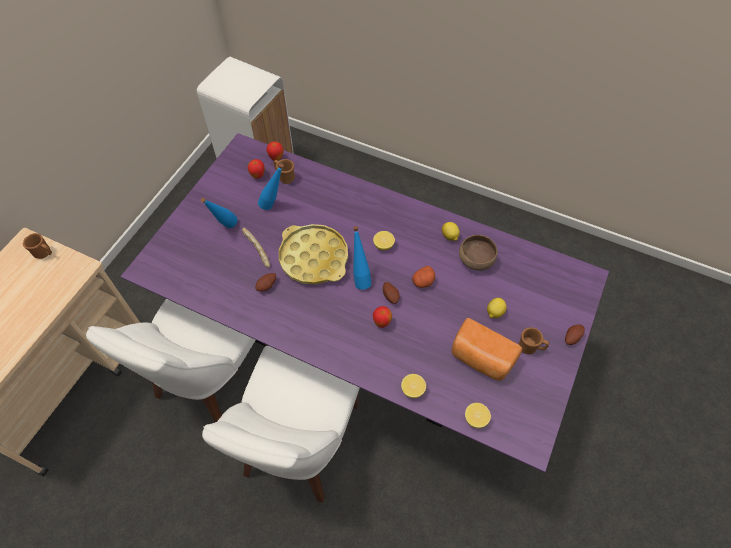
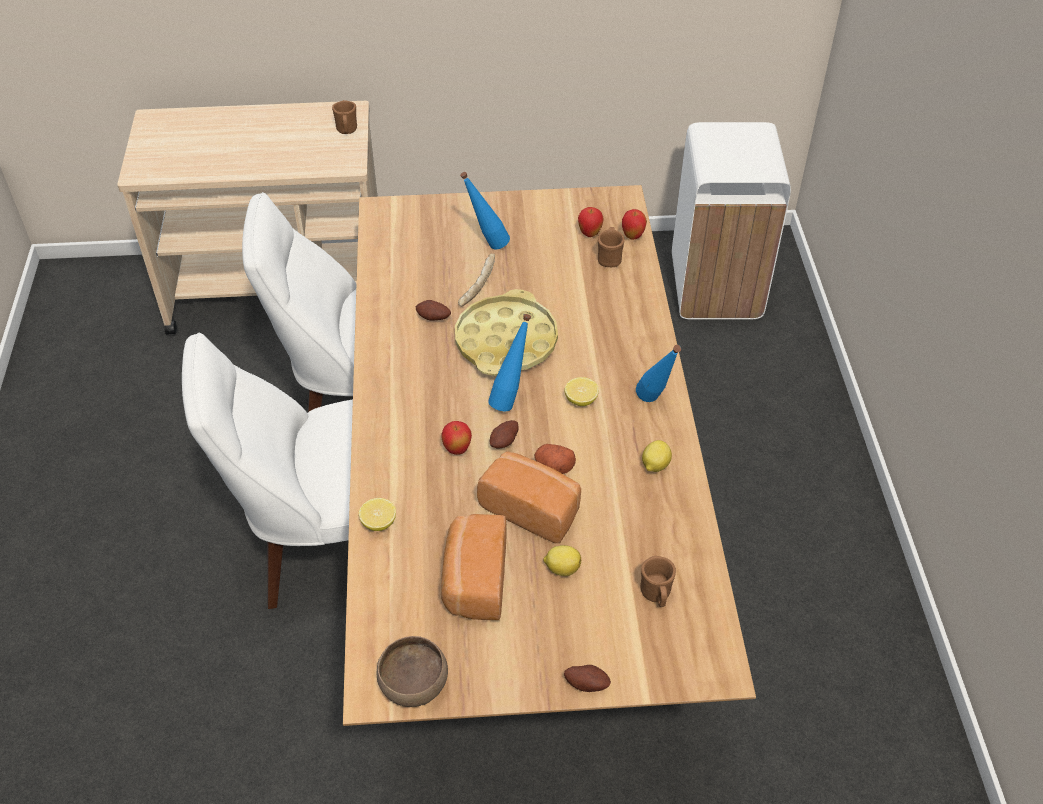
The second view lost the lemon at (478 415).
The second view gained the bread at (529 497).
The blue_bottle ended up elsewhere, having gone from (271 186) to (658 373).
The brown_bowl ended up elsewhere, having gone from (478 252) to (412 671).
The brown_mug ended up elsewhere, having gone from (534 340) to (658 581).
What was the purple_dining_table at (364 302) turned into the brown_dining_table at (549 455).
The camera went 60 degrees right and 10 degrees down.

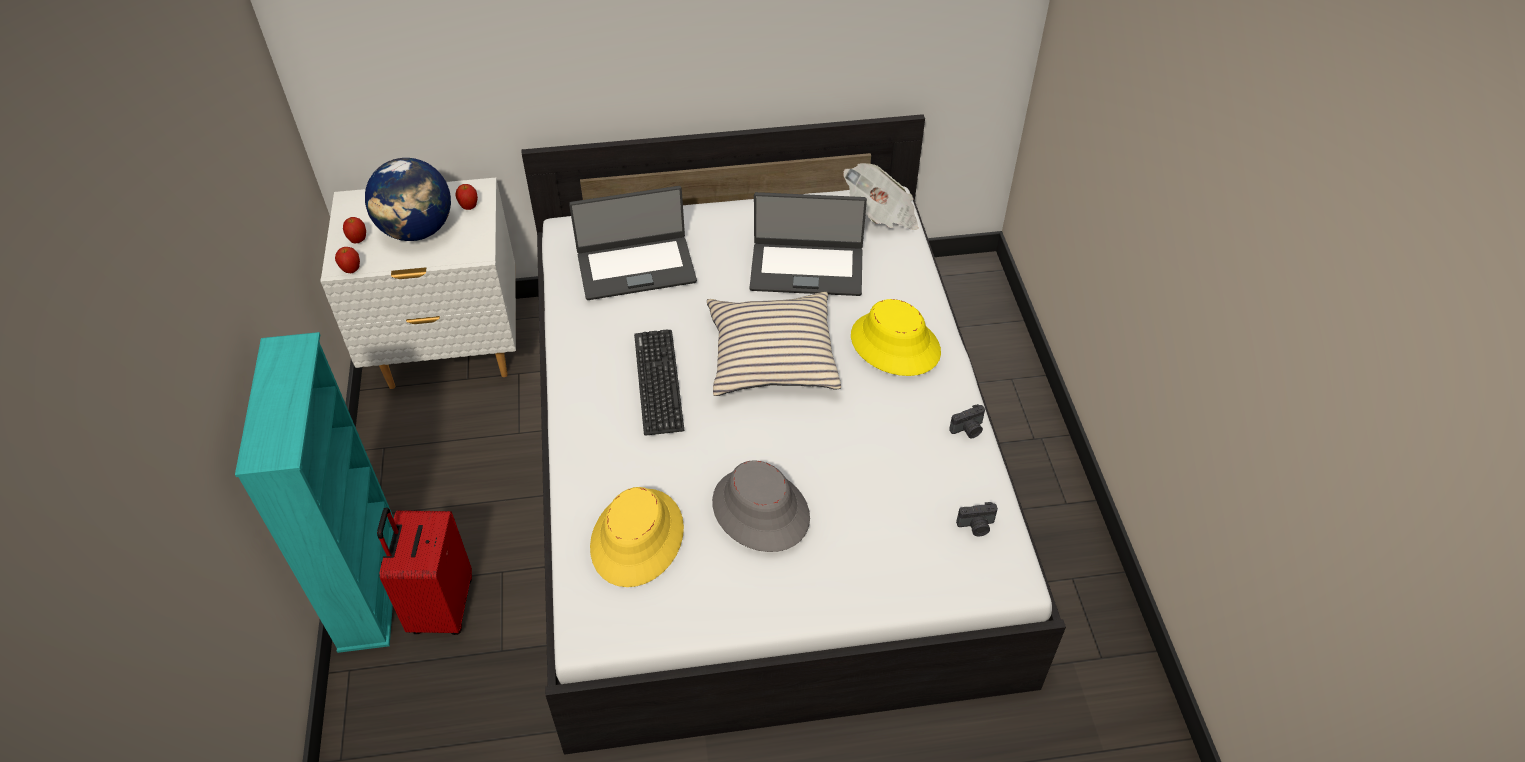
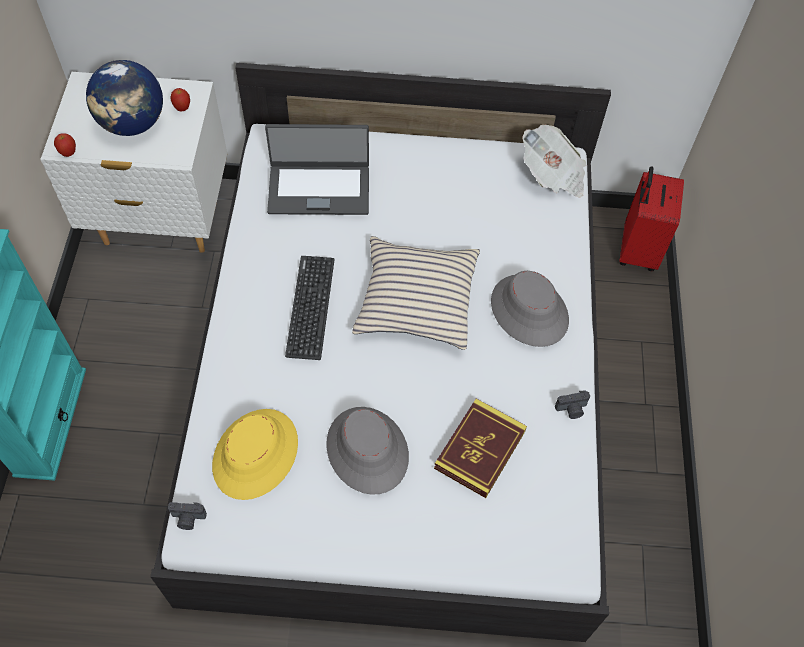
The second view lost the apple at (354 230).
The second view lost the laptop at (808 244).
The second view gained the book at (480 448).
The red_suitcase ended up elsewhere, having gone from (424 571) to (651 218).
The photo_camera ended up elsewhere, having gone from (977 519) to (187 516).
What was the yellow_hat at (896 337) turned into the grey_hat at (530 309).
The camera went 10 degrees right and 10 degrees up.

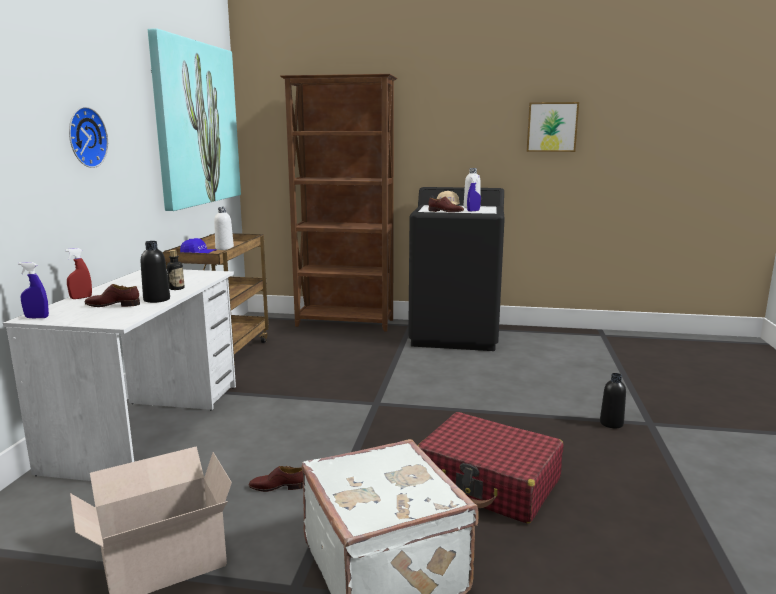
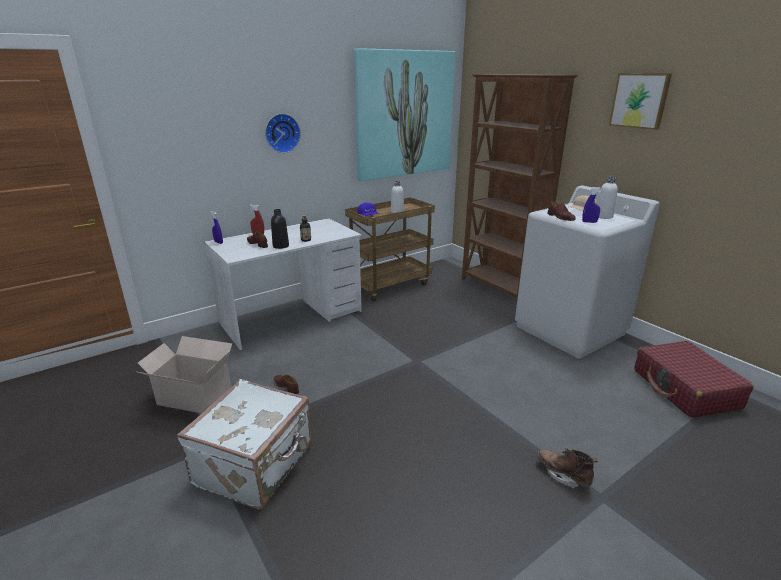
The red_suitcase ended up elsewhere, having gone from (490 468) to (694 379).
The picture ended up elsewhere, having gone from (552 127) to (640 101).
Where the black_bottle stood at (613 400), the brown_boot came to stand at (567 468).
What was the black_washing_machine at (456 269) turned into the white_washing_machine at (587 272).
The camera went 45 degrees right and 10 degrees up.

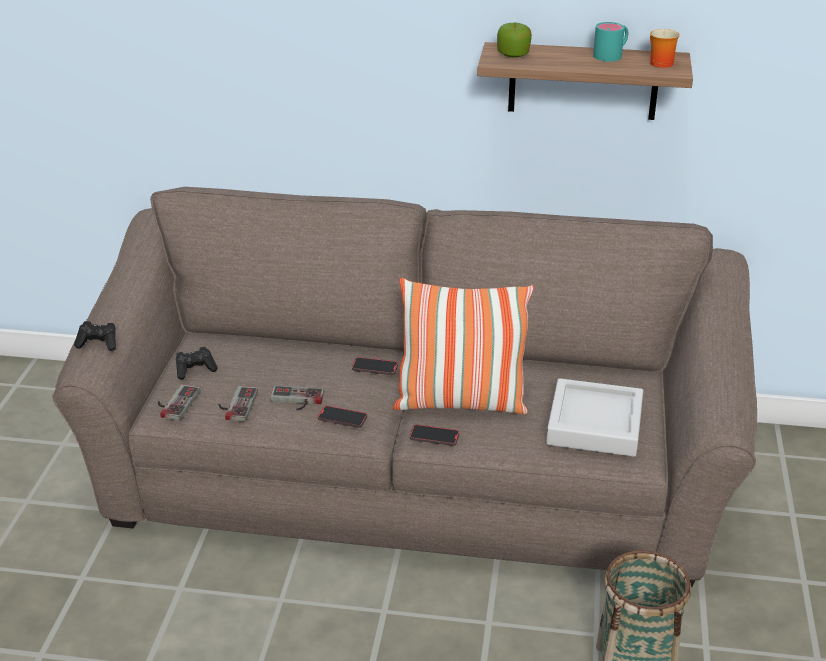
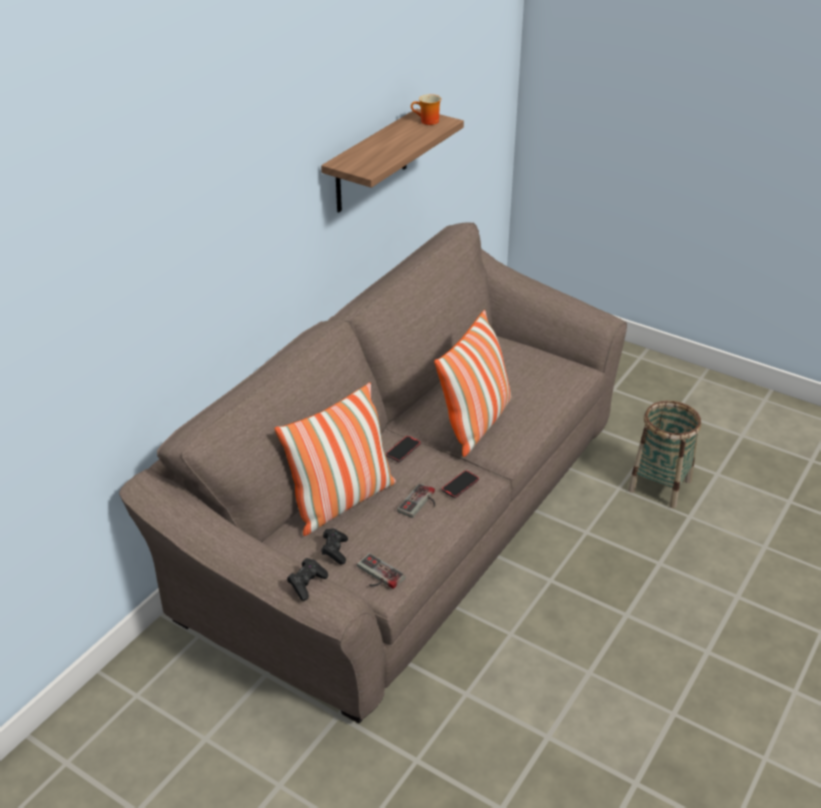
The second view lost the game_controller at (238 404).
The second view lost the phone at (434 435).
The second view lost the apple at (514 40).
The second view lost the grey_tray at (594 417).
The second view lost the turquoise_mug at (610 42).
The second view gained the pillow at (335 459).
The camera went 65 degrees left and 5 degrees up.

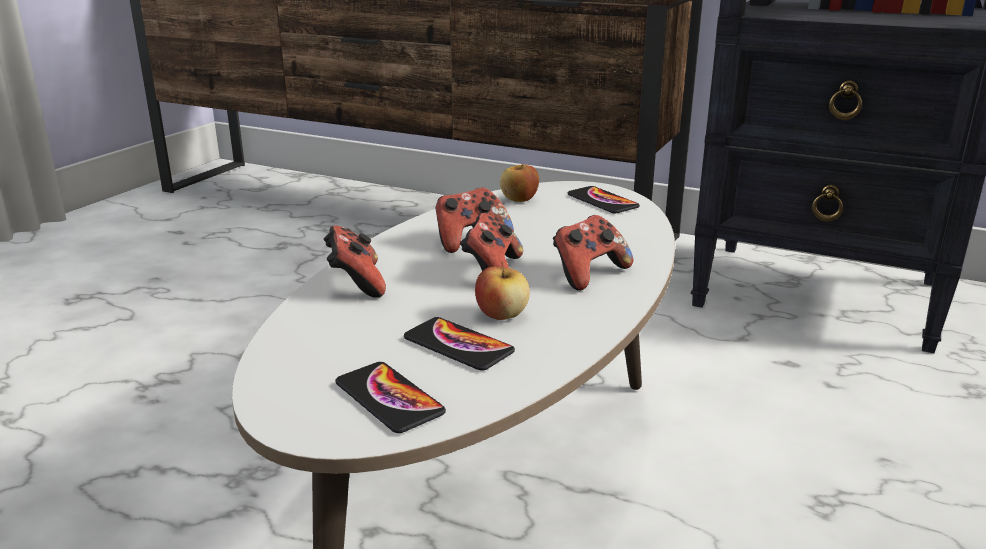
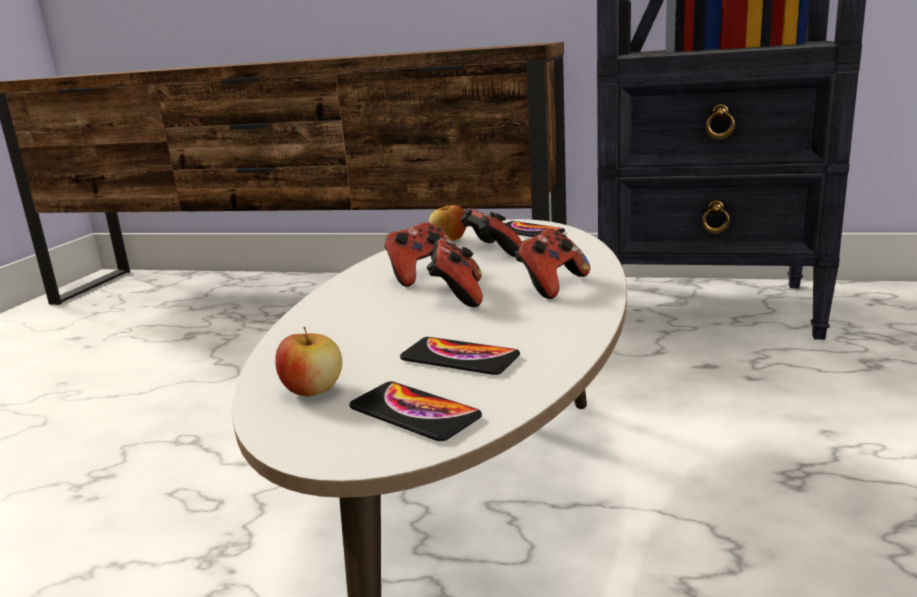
The game_controller ended up elsewhere, having gone from (355 261) to (491 232).
The apple ended up elsewhere, having gone from (502 291) to (308 361).
The camera went 10 degrees left and 5 degrees down.

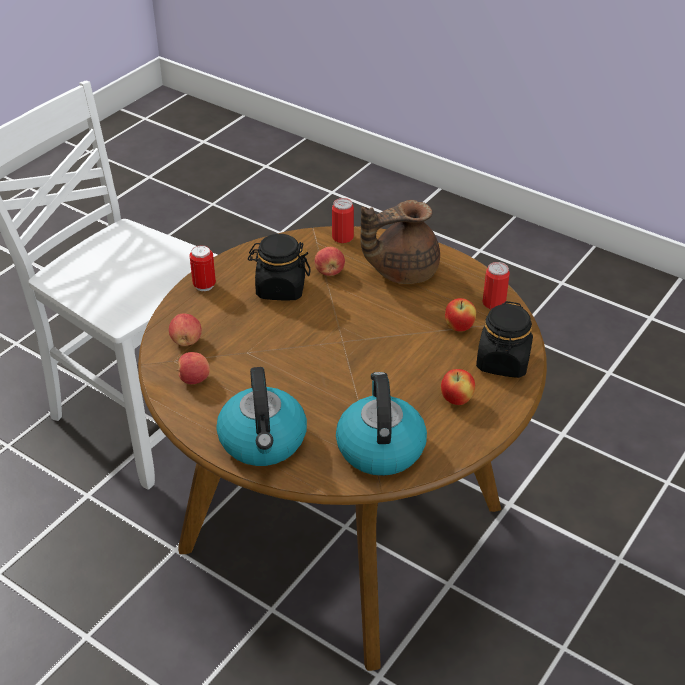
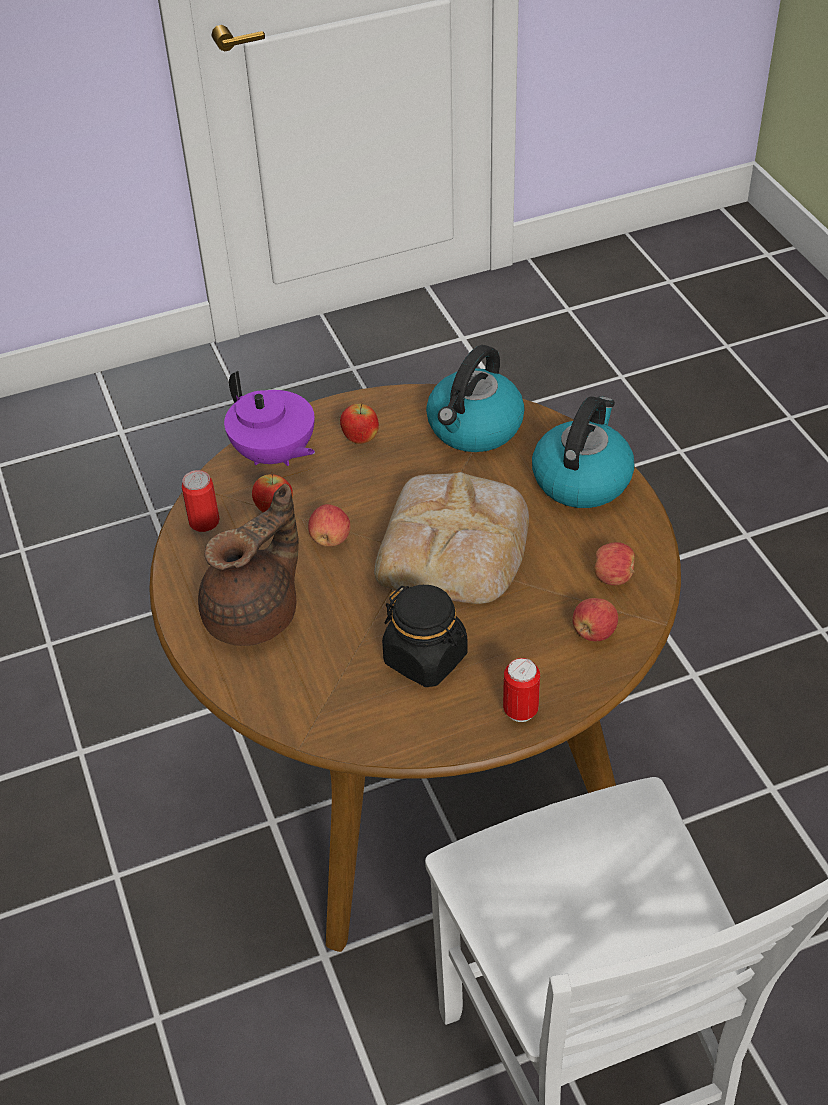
The second view lost the can at (343 220).
The second view gained the bread at (451 538).
The apple ended up elsewhere, having gone from (330 261) to (329 525).
Where the black_jar stood at (504 339), the purple_teapot came to stand at (269 418).
The brown_teapot at (400 242) ended up facing another way, 60 degrees counterclockwise from before.
The camera went 145 degrees left and 5 degrees up.

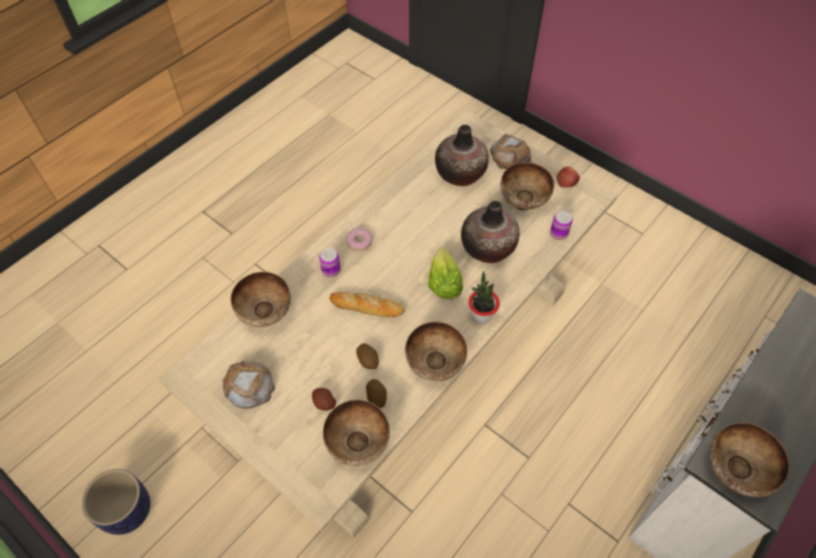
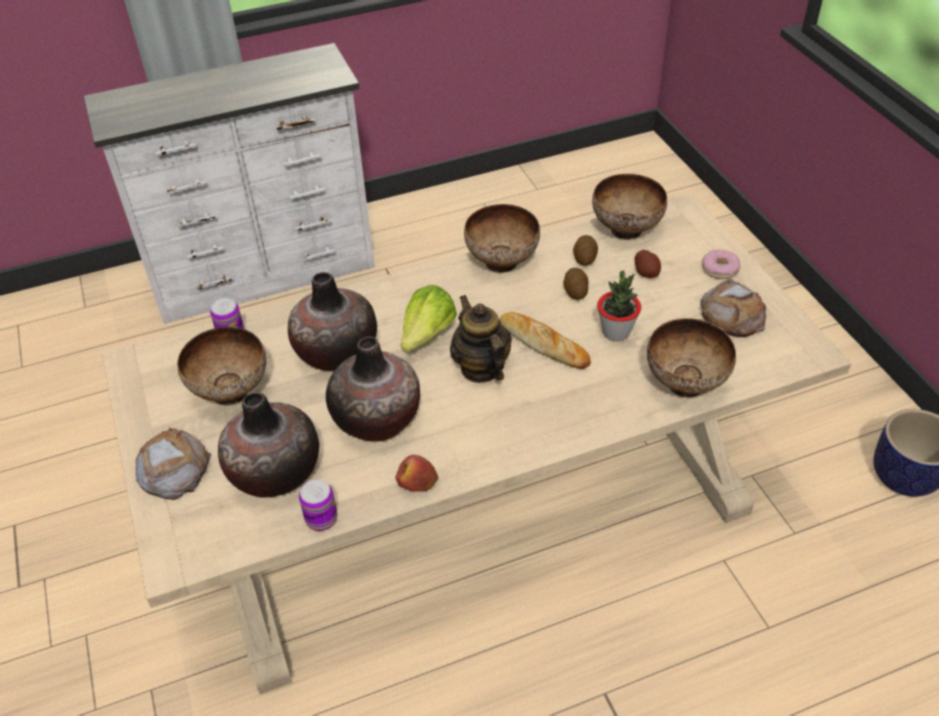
The second view lost the bowl at (749 459).
The second view gained the vase at (373 389).
The second view gained the teapot at (481 339).
The can ended up elsewhere, having gone from (329 262) to (318 505).
The donut ended up elsewhere, having gone from (359 239) to (721 264).
The potted_plant ended up elsewhere, having gone from (484 297) to (619 306).
The apple ended up elsewhere, having gone from (568 177) to (416 473).
The camera went 150 degrees left and 10 degrees down.

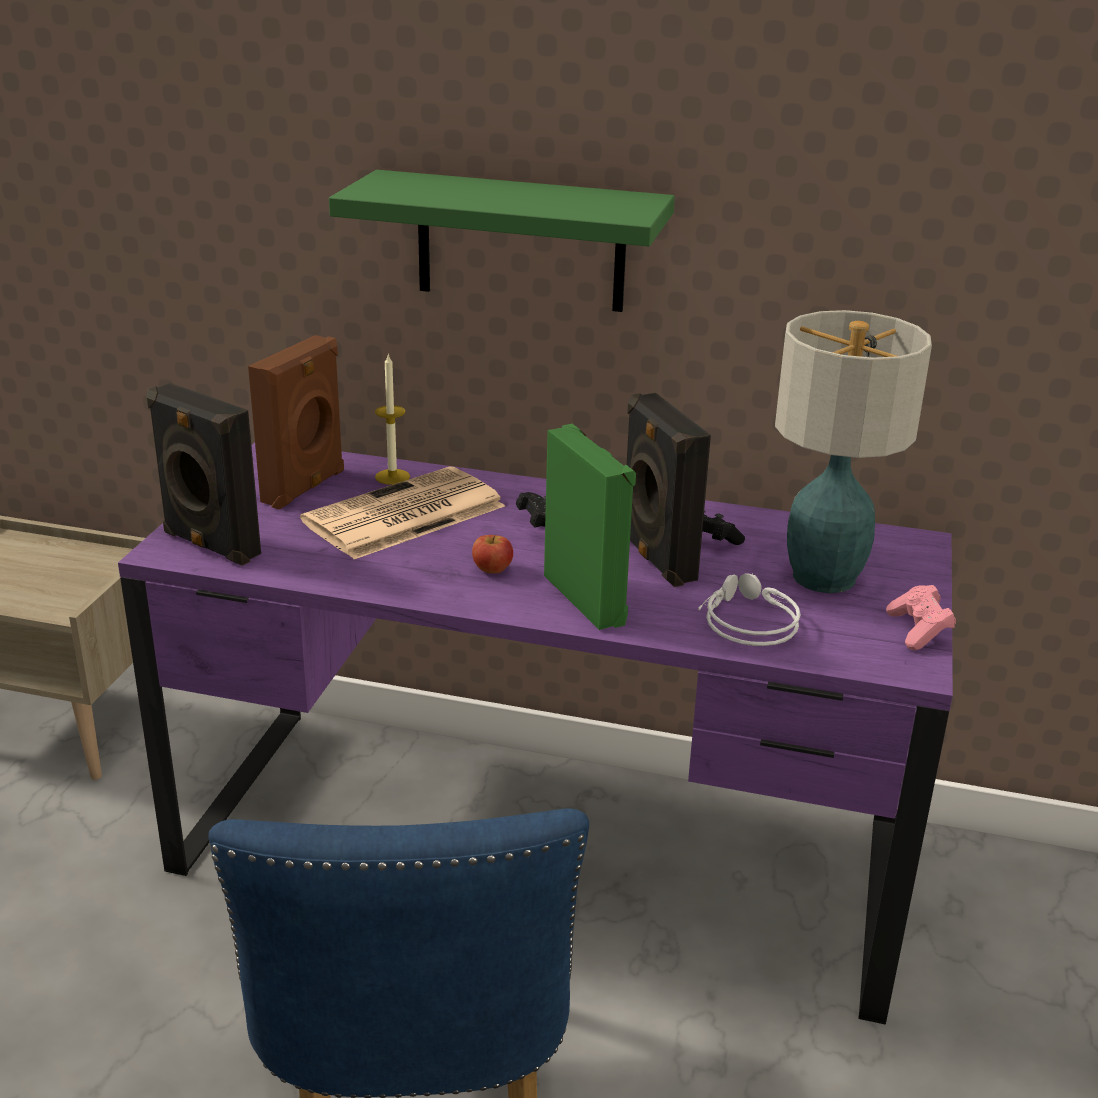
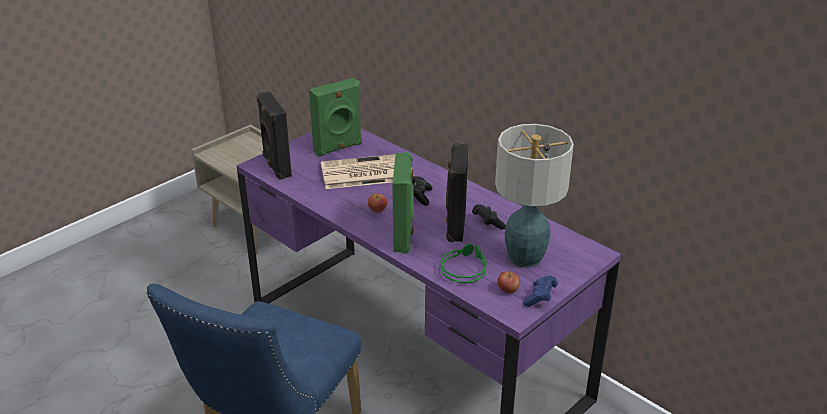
The second view lost the green_shelf at (502 241).
The second view lost the candle at (392 420).
The second view gained the apple at (508 282).
What was the brown_speaker at (296 422) turned into the green_speaker at (335 117).
What was the grey_headphones at (749 609) turned into the green_headphones at (463 263).
What was the pink_game_controller at (921 617) turned into the blue_game_controller at (540 291).
The camera went 30 degrees right and 5 degrees up.

